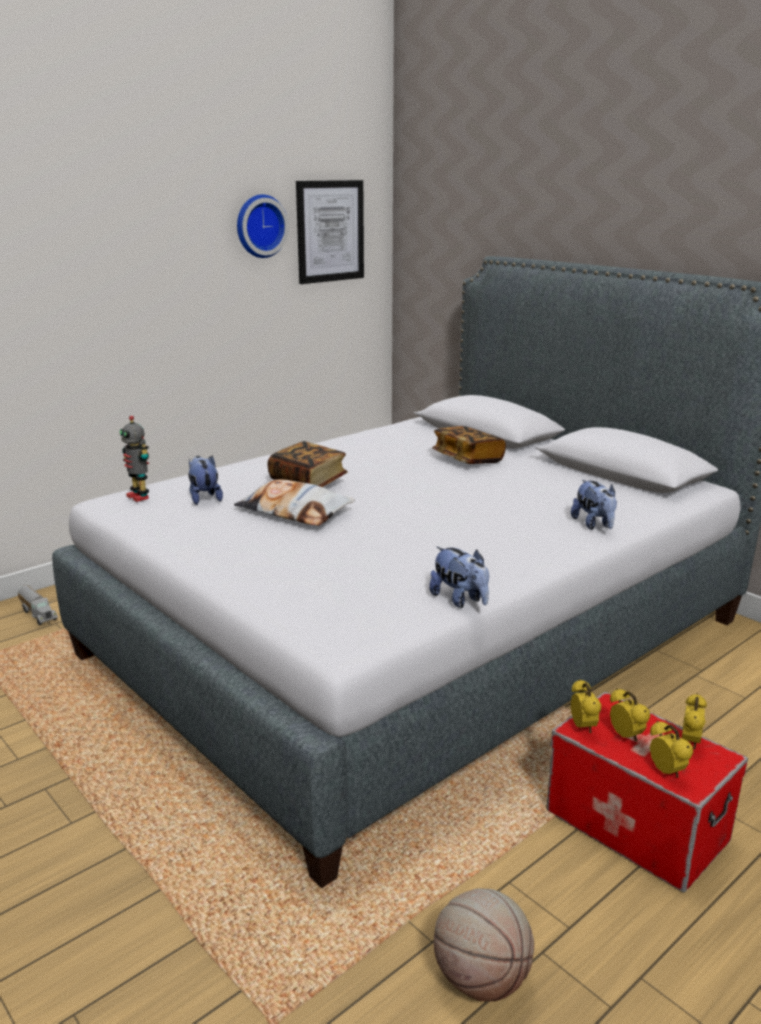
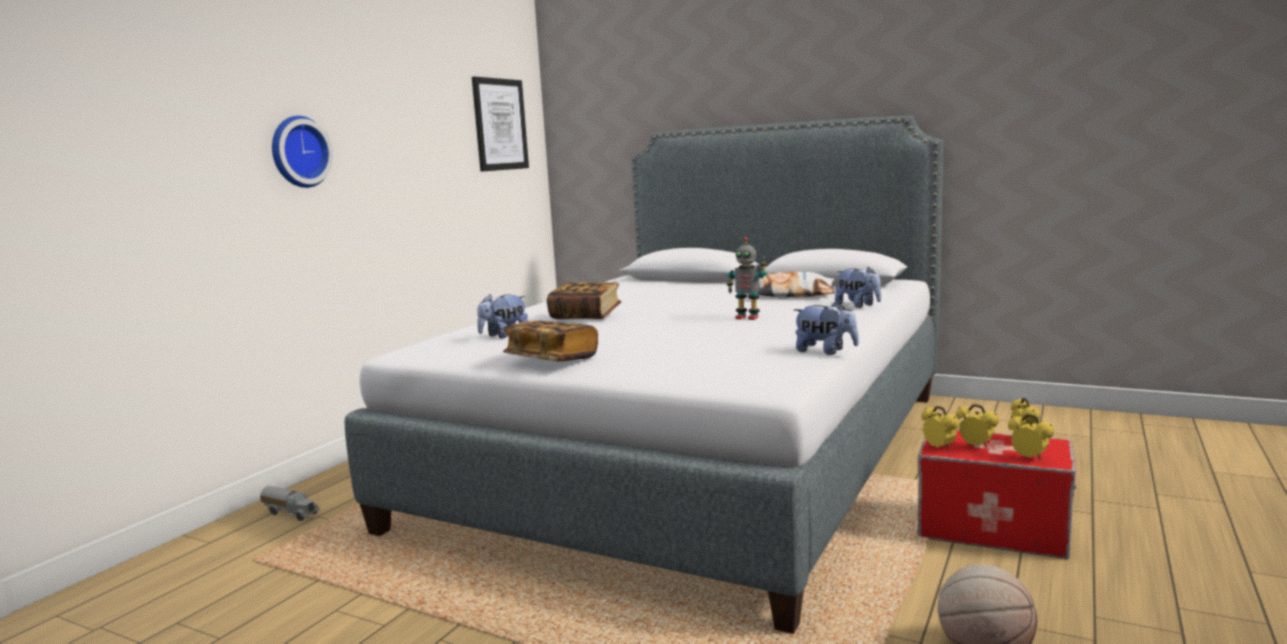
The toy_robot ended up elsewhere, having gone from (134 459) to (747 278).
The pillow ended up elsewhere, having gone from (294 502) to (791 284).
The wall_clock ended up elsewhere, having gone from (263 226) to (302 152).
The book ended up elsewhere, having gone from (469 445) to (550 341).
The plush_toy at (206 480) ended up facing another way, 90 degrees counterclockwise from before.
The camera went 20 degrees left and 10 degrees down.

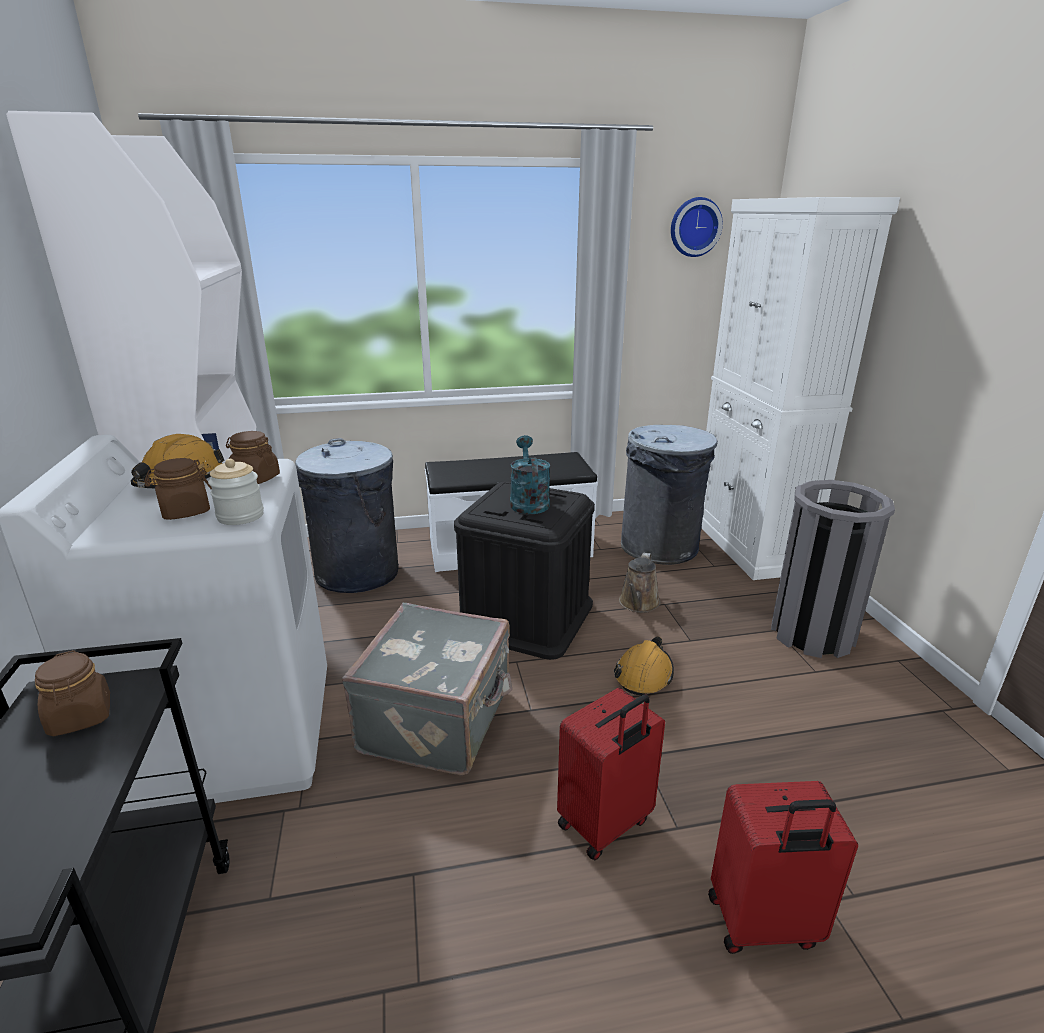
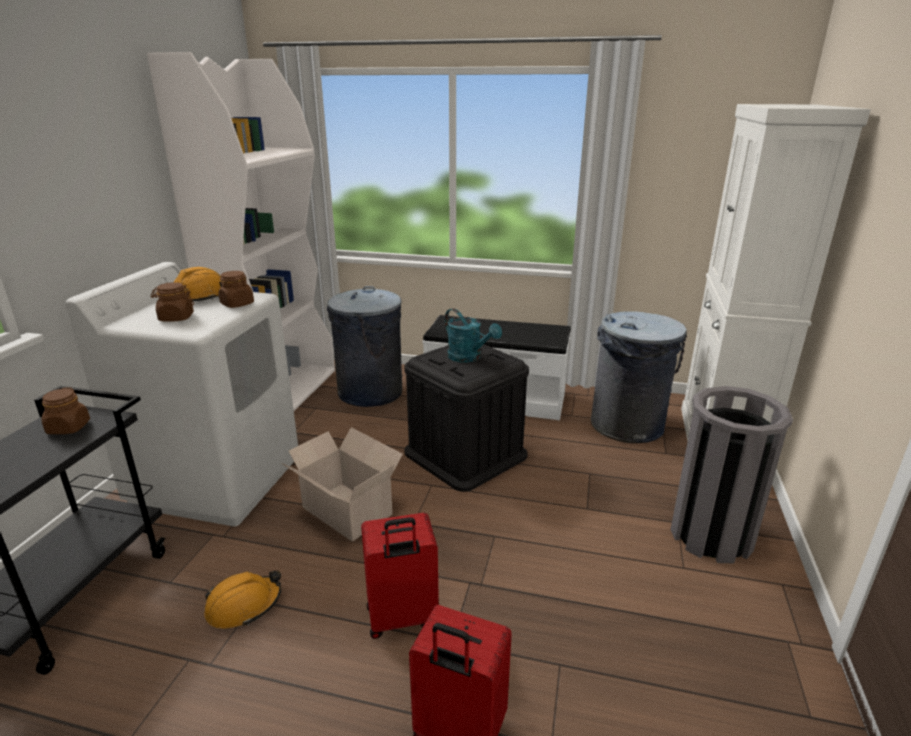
The second view lost the jar at (236 492).
The second view lost the brown_watering_can at (640 583).
The second view lost the wall_clock at (697 227).
The orange_hard_hat ended up elsewhere, having gone from (644 666) to (242 600).
Where the grey_suitcase stood at (427 689), the cardboard_box came to stand at (341 484).
The turquoise_watering_can at (530 474) ended up facing another way, 120 degrees clockwise from before.
The camera went 25 degrees right and 0 degrees up.

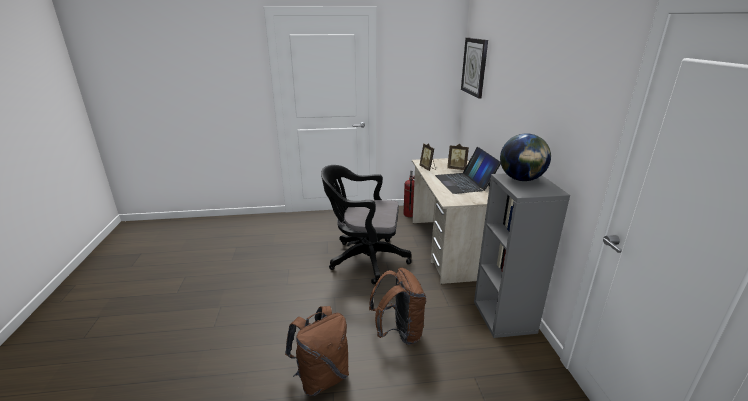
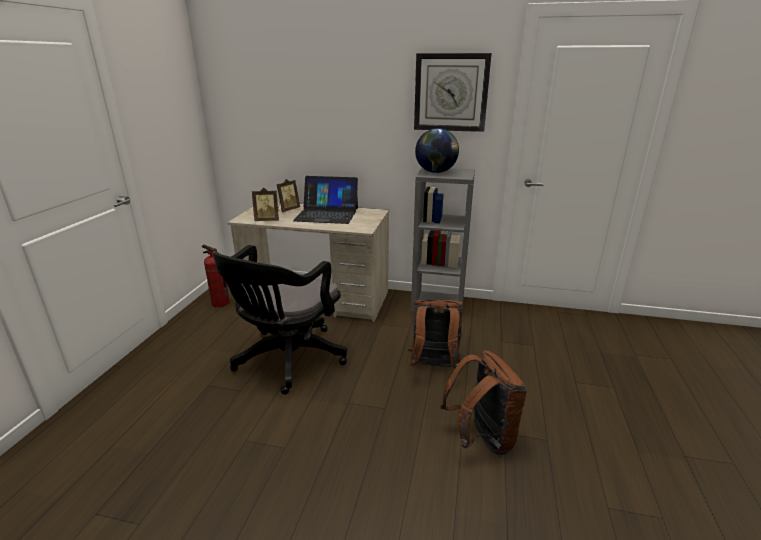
The wall_clock ended up elsewhere, having gone from (474 68) to (453 92).
The camera went 70 degrees left and 0 degrees up.

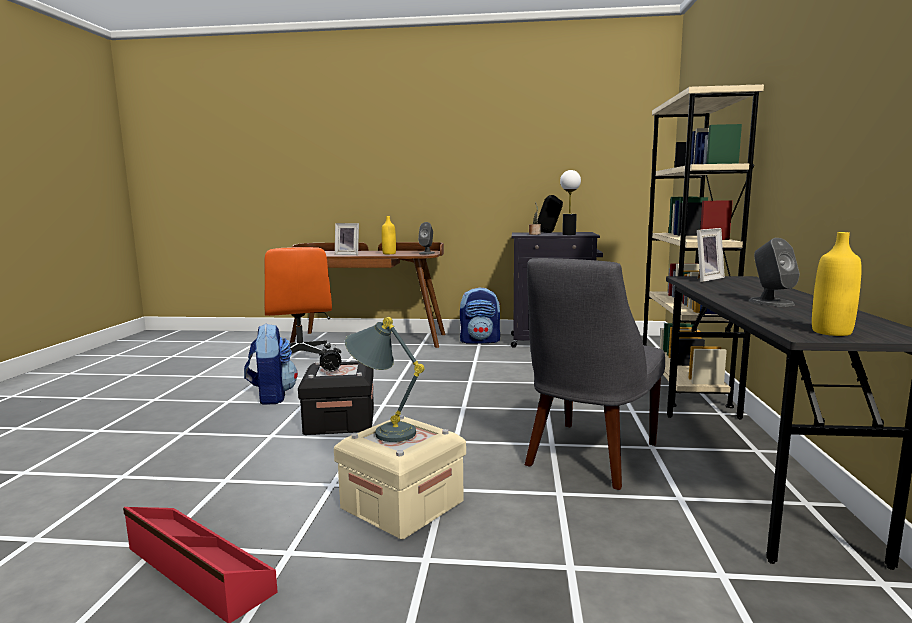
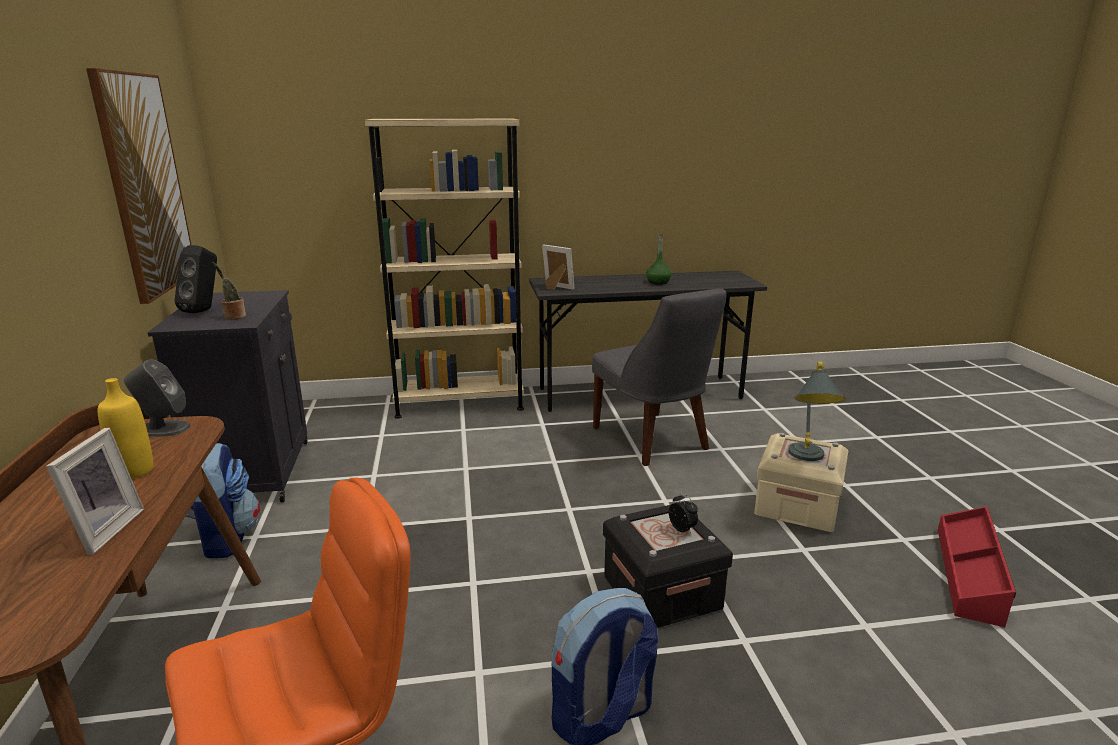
The second view lost the table_lamp at (570 202).
The second view lost the yellow_bottle at (837 284).
The second view gained the picture at (139 186).
Where the grey_speaker stood at (774 272), the green_bottle came to stand at (659 259).
The grey_chair at (595 374) ended up facing another way, 45 degrees clockwise from before.
The camera went 105 degrees left and 10 degrees up.

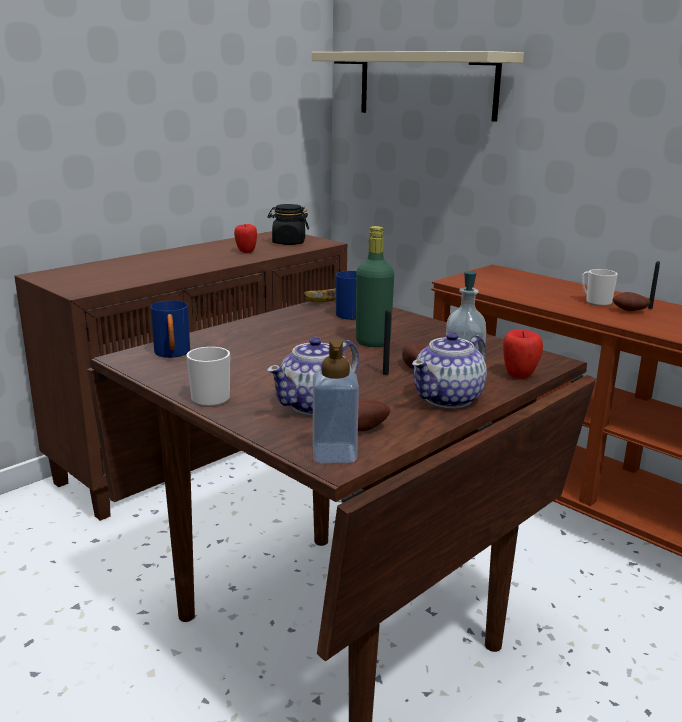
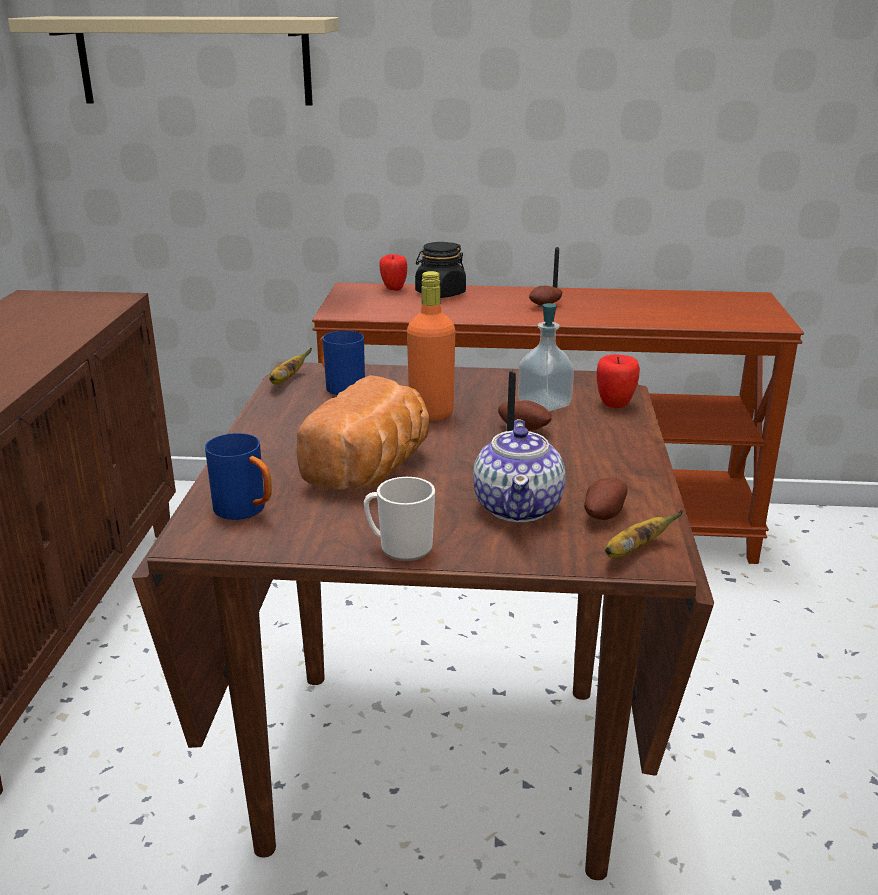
The second view lost the teapot at (449 370).
The second view lost the mug at (600 287).
The second view gained the bread at (363 432).
The apple ended up elsewhere, having gone from (245 238) to (393 272).
The black_jar ended up elsewhere, having gone from (288 224) to (440 270).
Where the soap_dispenser stood at (336 401), the banana came to stand at (644 534).
What was the green_bottle at (375 286) turned into the orange_bottle at (431 346).
The camera went 40 degrees left and 5 degrees up.

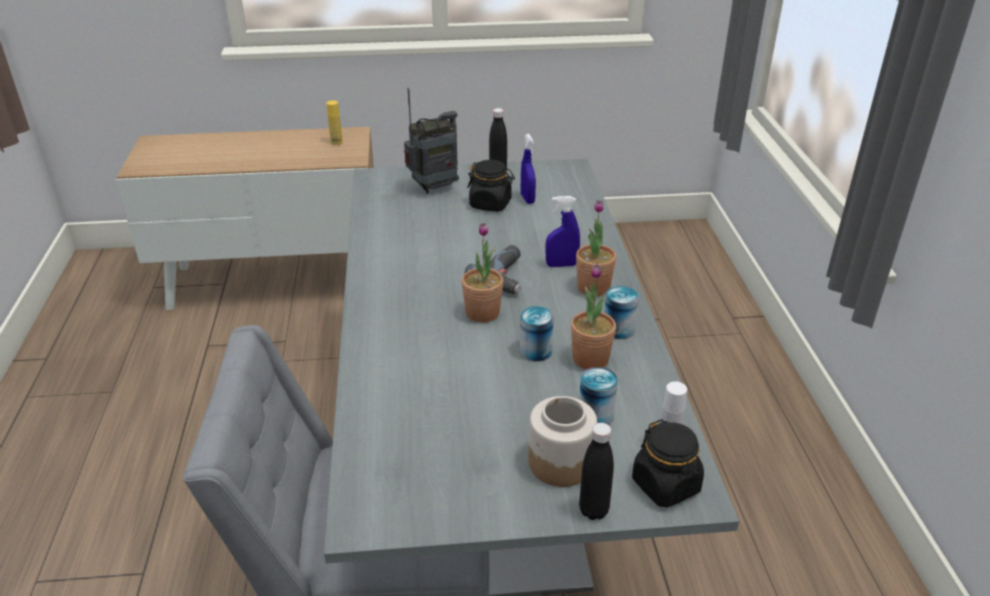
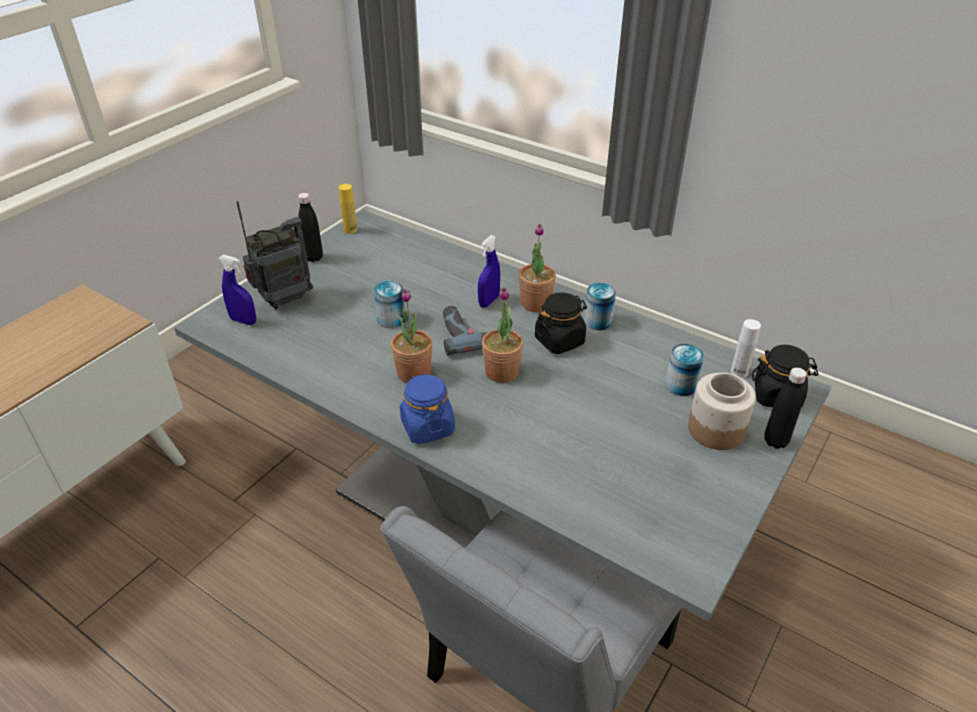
The second view gained the blue_jar at (427 408).
The yellow_bottle ended up elsewhere, having gone from (334 122) to (348 209).
The black_jar ended up elsewhere, having gone from (491 186) to (561 323).
The can ended up elsewhere, having gone from (536 334) to (389 304).
The blue_spray_bottle ended up elsewhere, having gone from (528 169) to (237 290).
The potted_plant ended up elsewhere, having gone from (593 316) to (411 336).
The radio at (431 141) ended up facing another way, 45 degrees clockwise from before.
The camera went 50 degrees left and 5 degrees up.

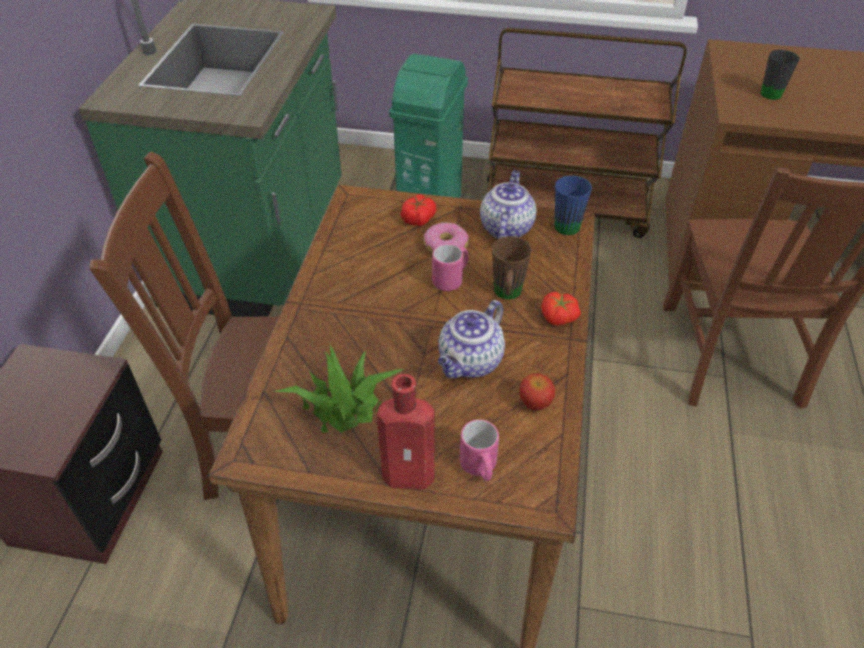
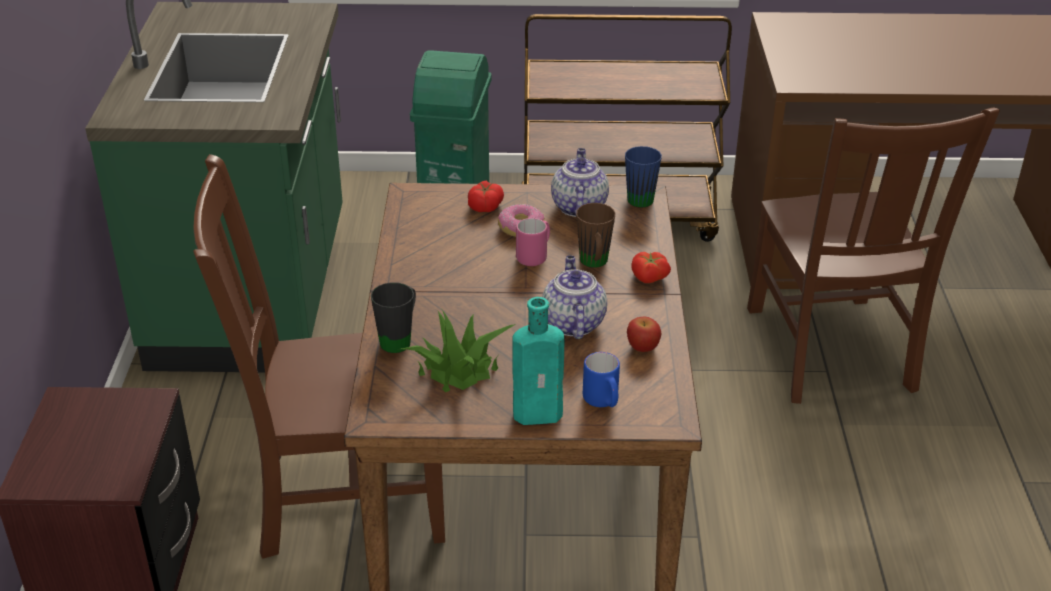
The black_mug ended up elsewhere, having gone from (780 75) to (393 317).
What was the red_bottle at (406 431) turned into the turquoise_bottle at (538 361).
What was the pink_mug at (479 450) turned into the blue_mug at (601 379).
The teapot at (471 339) ended up facing another way, 150 degrees clockwise from before.
The camera went 10 degrees left and 10 degrees down.

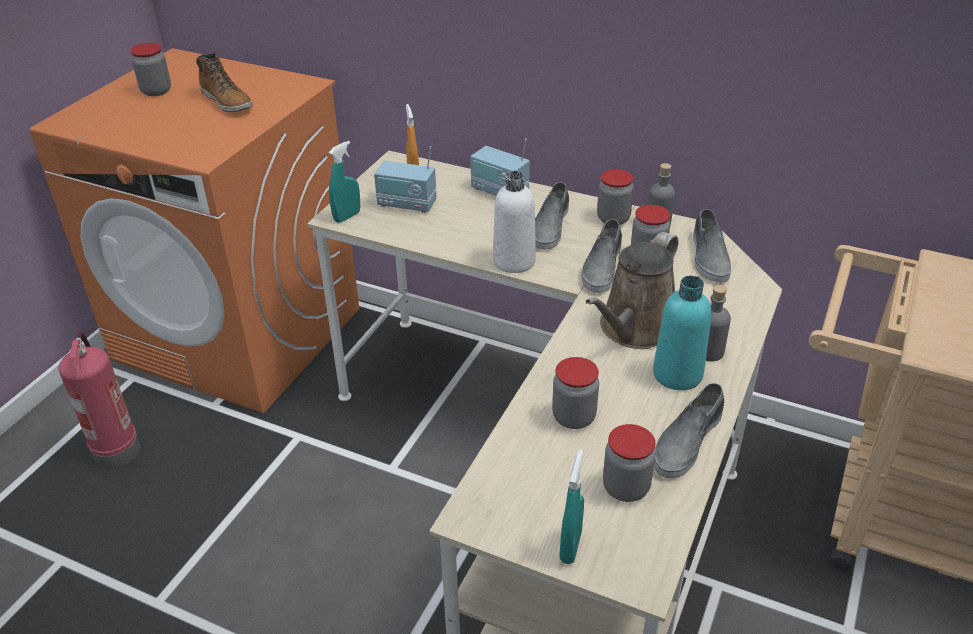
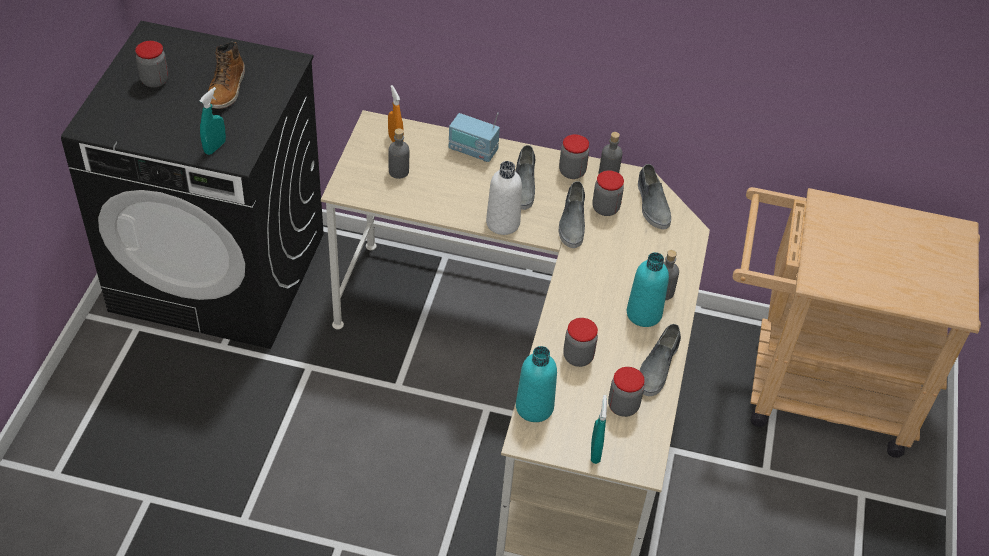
The second view lost the fire_extinguisher at (99 400).
The second view lost the brown_watering_can at (632 290).
The second view gained the turquoise_bottle at (536 384).
The turquoise_spray_bottle ended up elsewhere, having gone from (344 182) to (213 121).
Where the radio stood at (405 179), the grey_bottle came to stand at (399 153).
What was the orange_washing_machine at (194 230) turned into the black_washing_machine at (192 185).
The boot at (224 82) ended up facing another way, 60 degrees clockwise from before.
The camera went 15 degrees left and 10 degrees up.

